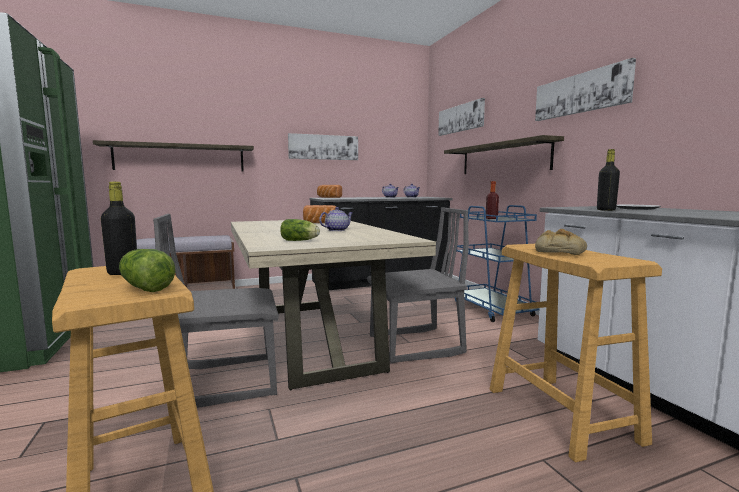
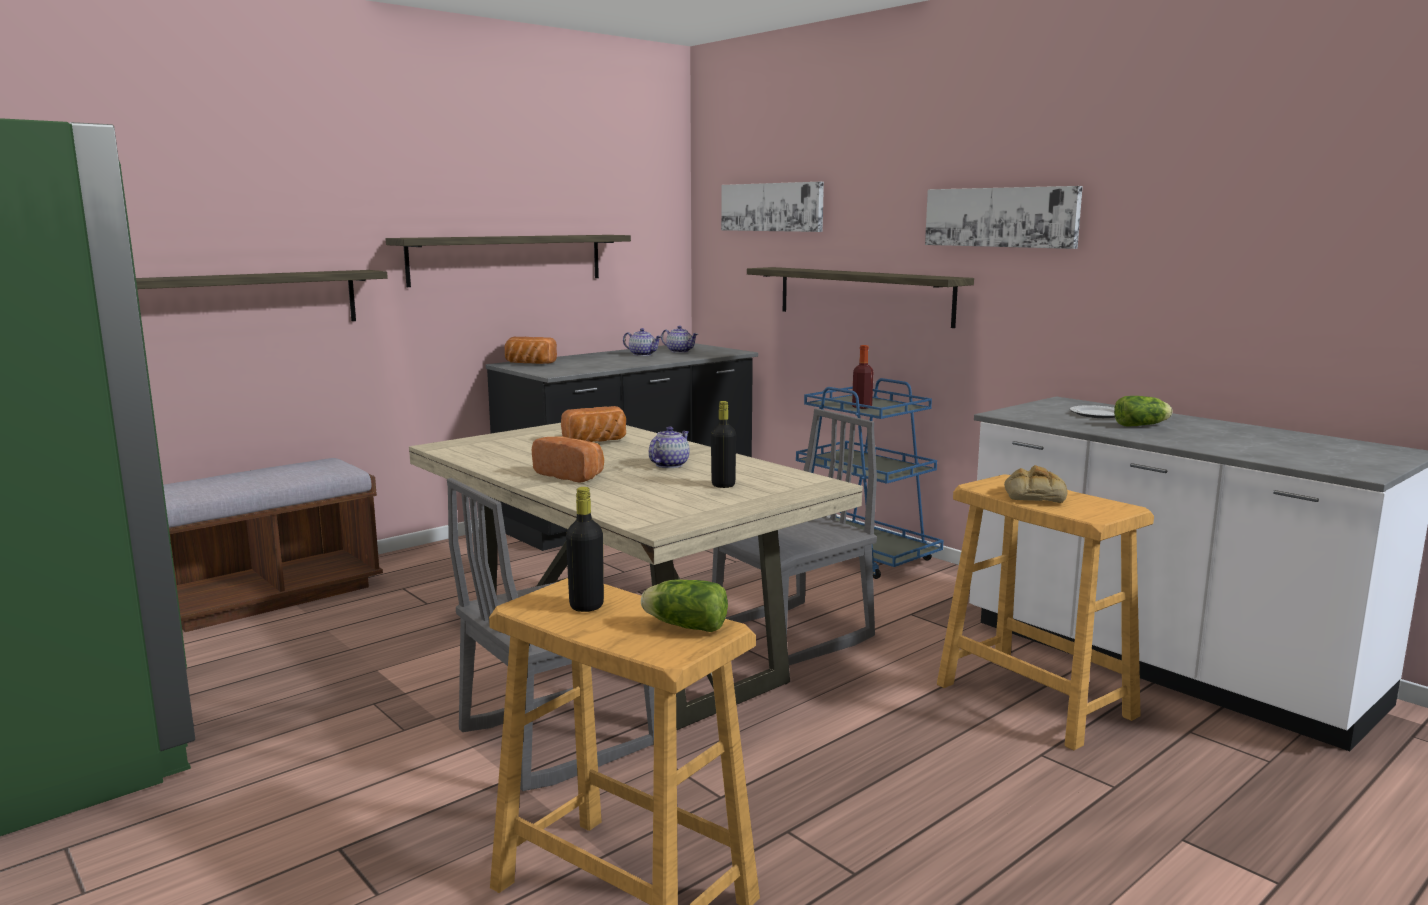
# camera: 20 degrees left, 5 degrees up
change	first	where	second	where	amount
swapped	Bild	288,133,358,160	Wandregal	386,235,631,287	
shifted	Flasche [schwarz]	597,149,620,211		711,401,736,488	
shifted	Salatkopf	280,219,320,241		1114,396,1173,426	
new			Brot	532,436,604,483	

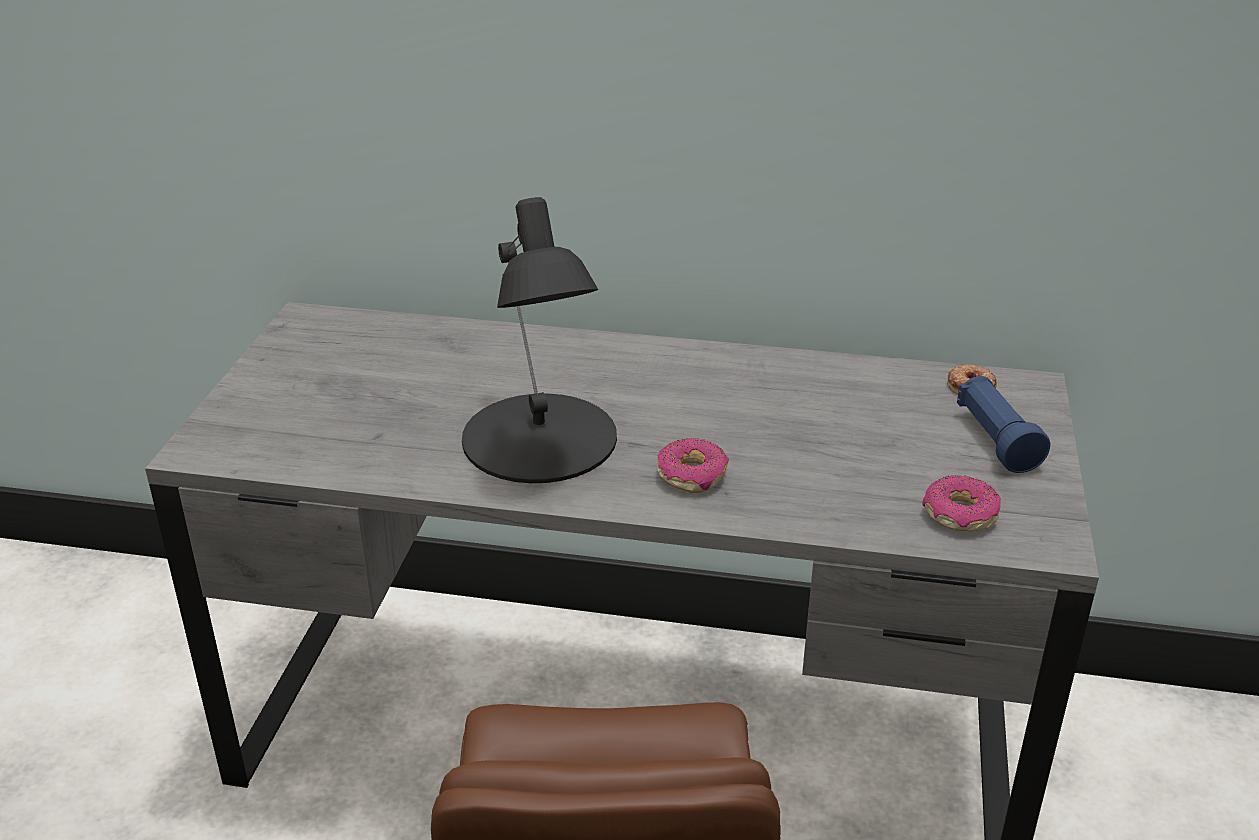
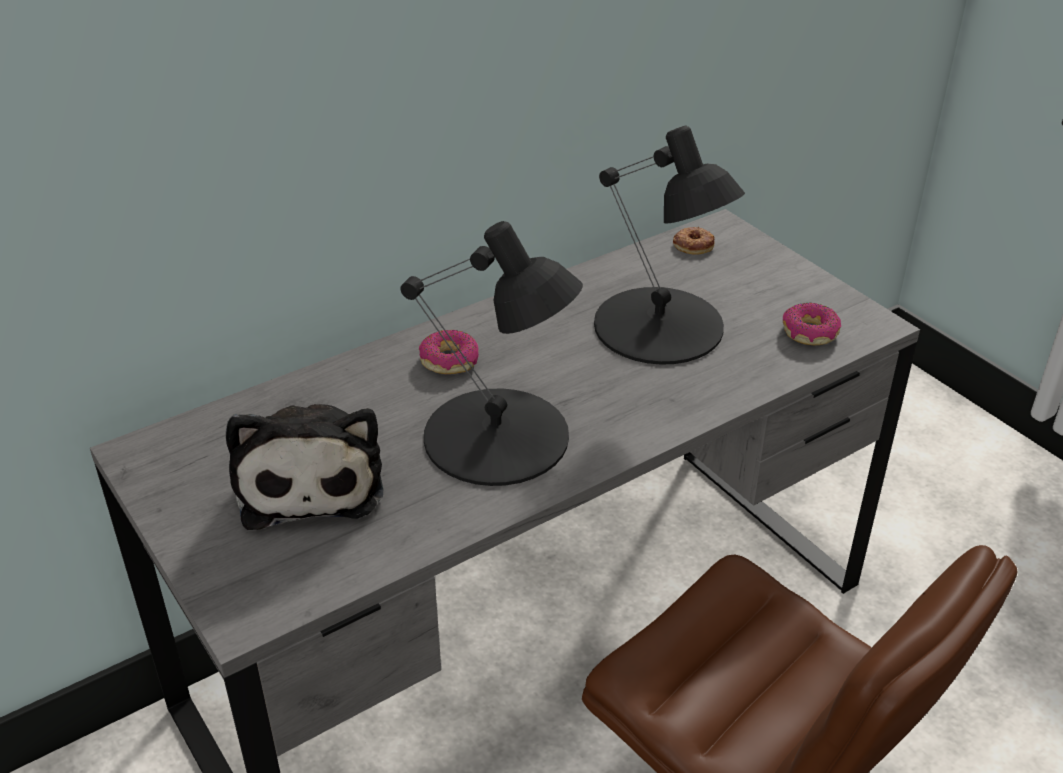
# camera: 45 degrees left, 5 degrees up
change	first	where	second	where	amount
gone	Taschenlampe [blau]	957,376,1050,473			
shifted	Donut	657,438,729,493		419,330,479,374	
new			Tischlampe [schwarz]	594,125,745,365	
new			Plüschtier	226,404,383,530	

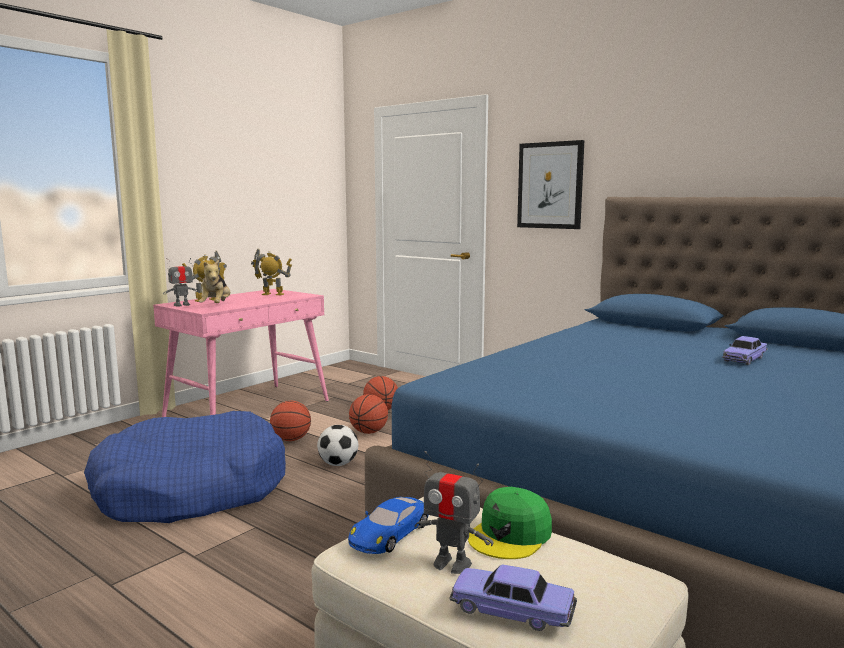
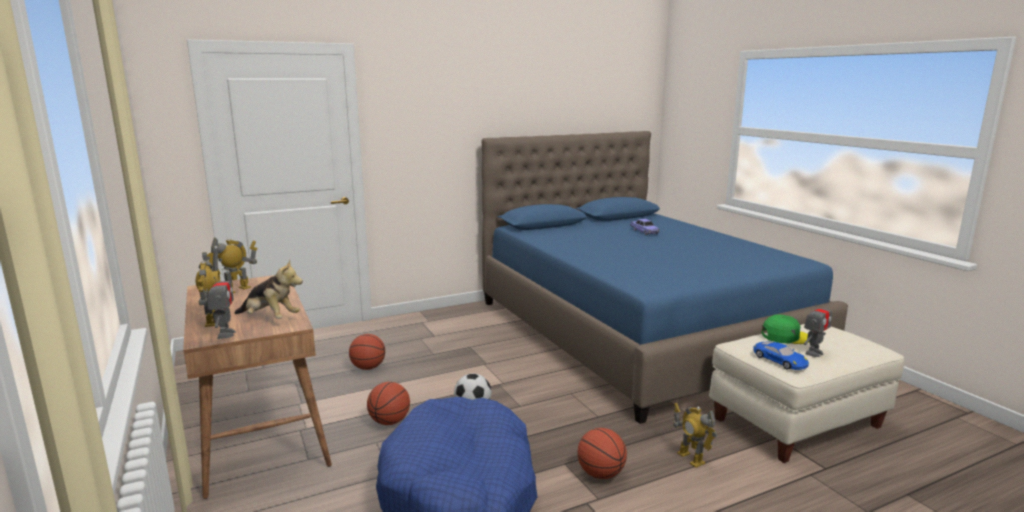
# camera: 65 degrees left, 5 degrees up
change	first	where	second	where	amount
gone	Bild	517,140,584,229			
repainted	Schreibtisch [rosa]	153,289,329,417	Schreibtisch [braun]	183,275,332,499	
shifted	Basketball	349,394,388,434		577,428,627,479	
rotated	Kappe [grün]	468,487,552,559		762,314,809,344	60 degrees counterclockwise
gone	Spielzeugauto	449,564,577,631			
new			Spielzeugroboter	673,403,717,468	

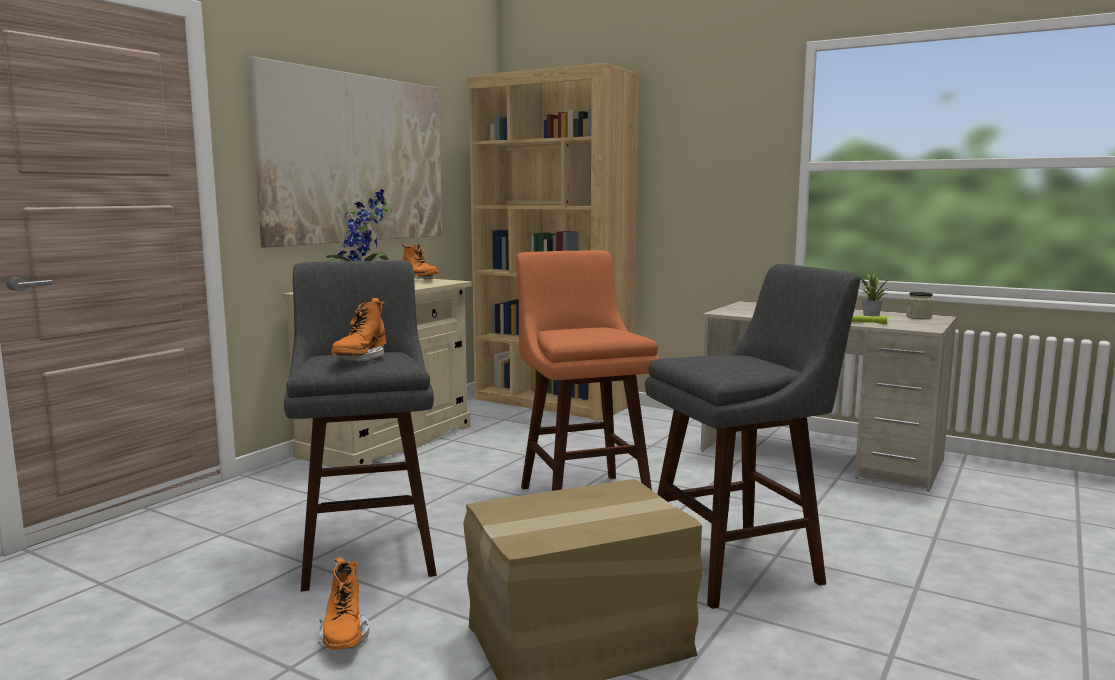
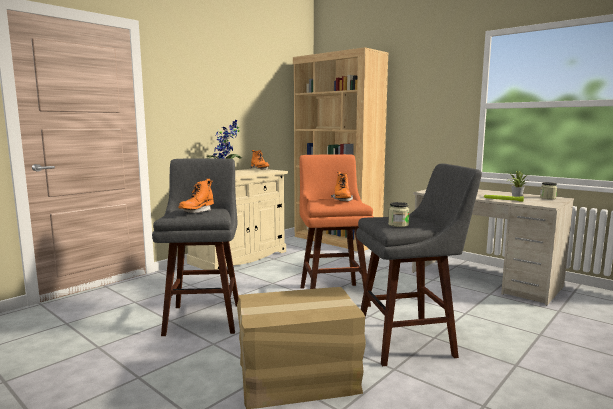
# camera: 10 degrees right, 0 degrees up
change	first	where	second	where	amount
gone	Bild	249,57,442,248			
shifted	Stiefel [orange]	318,557,370,650		331,172,353,201	
new			Vorratsglas	388,202,410,227	

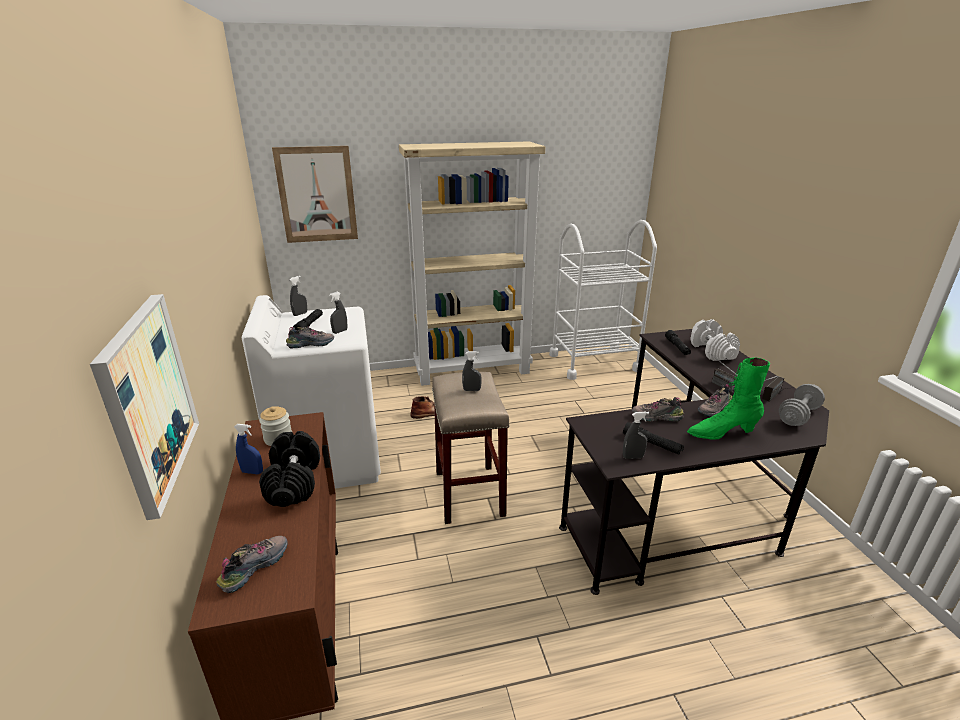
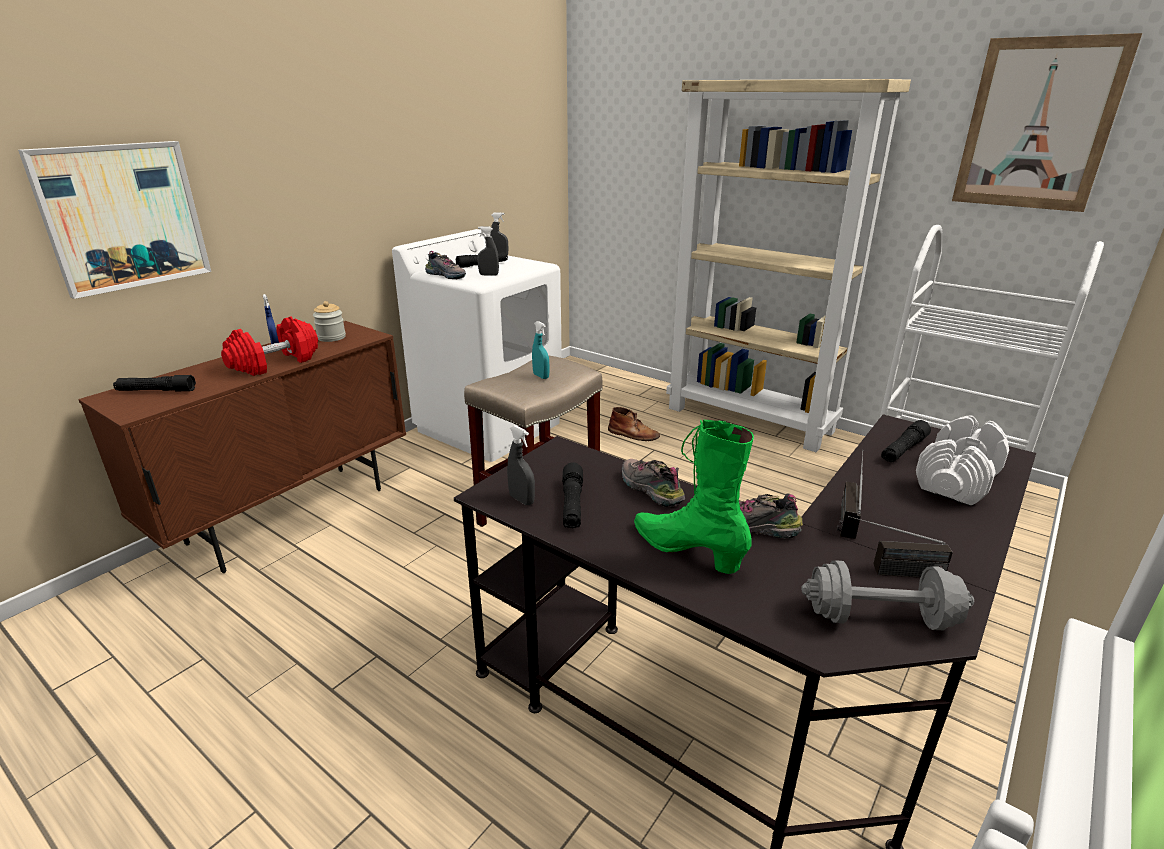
# camera: 50 degrees right, 0 degrees up
change	first	where	second	where	amount
shifted	Bild	272,146,358,243		952,33,1142,212	
repainted	Sprühflasche [grau]	462,351,482,391	Sprühflasche [türkis]	532,321,549,379	
repainted	Hantel [schwarz]	259,431,320,507	Hantel [rot]	221,316,318,376	
swapped	Schuh	216,536,288,593	Taschenlampe [schwarz]	113,375,196,391	

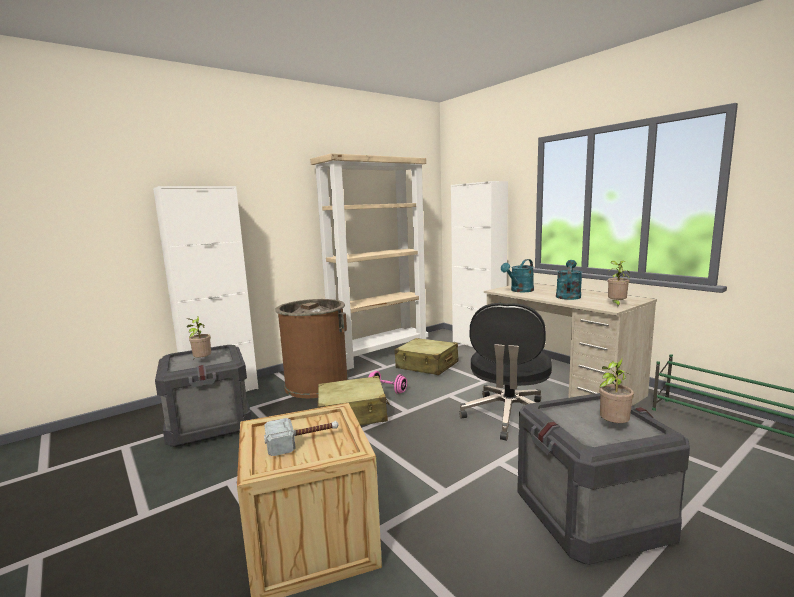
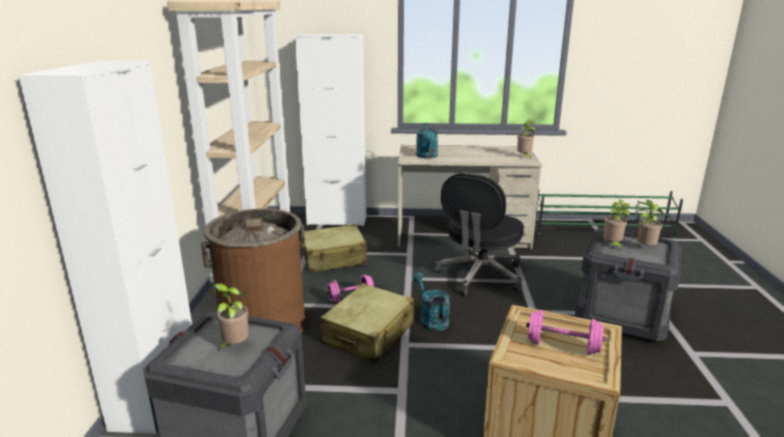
# camera: 50 degrees left, 10 degrees up
change	first	where	second	where	amount
shifted	Gießkanne [türkis]	556,260,582,300		412,273,450,331	
rotated	Bürostuhl [schwarz]	459,303,552,441		435,173,524,296	60 degrees clockwise
swapped	Hammer	264,418,339,456	Hantel [rosa]	526,310,606,355	
new			Topfpflanze	603,199,630,250	

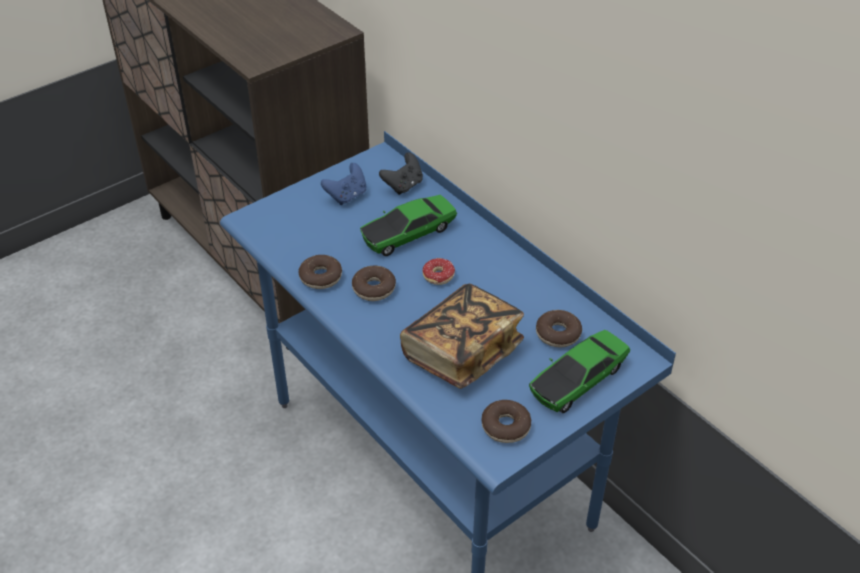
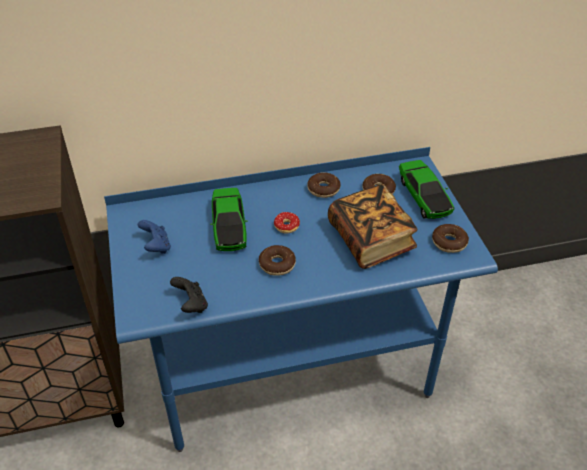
# camera: 65 degrees left, 0 degrees up
change	first	where	second	where	amount
shifted	Gamepad [schwarz]	379,152,423,195		170,277,208,313	
shifted	Donut	299,255,342,289		307,172,340,198	

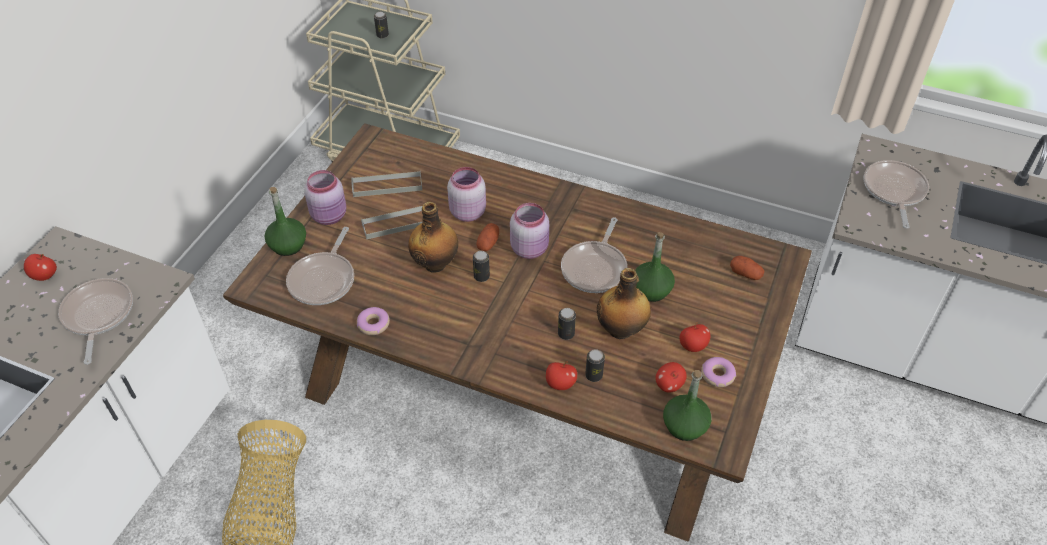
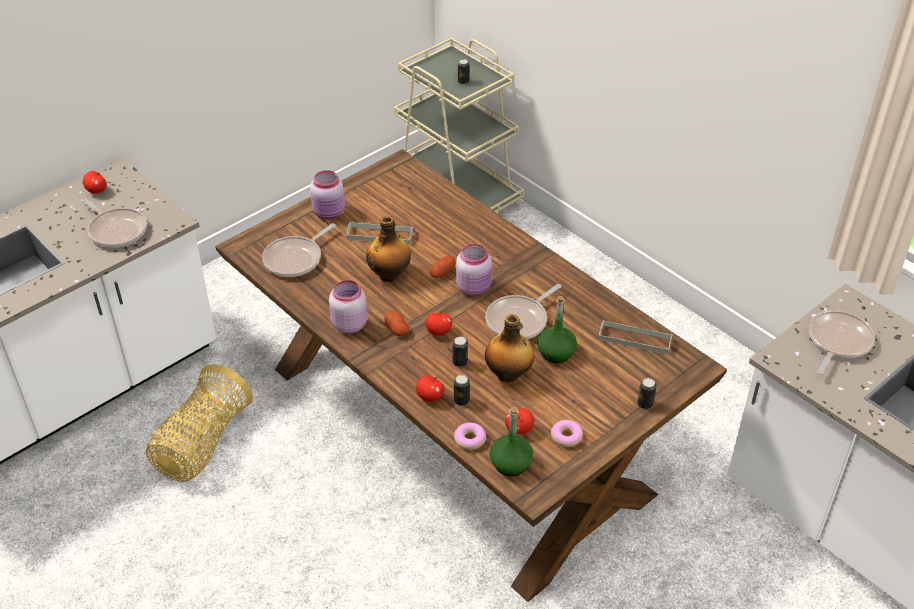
# camera: 25 degrees right, 5 degrees down
change	first	where	second	where	amount
shifted	Vorratsglas [rosa]	447,167,486,222		329,280,367,334	
shifted	Tablett [grau]	351,171,422,197		598,320,673,354	
gone	Flasche [grün]	265,187,306,256			
shifted	Dose	473,251,490,282		637,378,657,409	
shifted	Kartoffel	730,256,764,280		384,311,409,337	
rotated	Pfanne	58,278,133,365		81,198,147,248	120 degrees clockwise
shifted	Donut	357,307,390,335		454,423,486,450	
shifted	Apfel	680,322,711,352		426,310,452,336	

